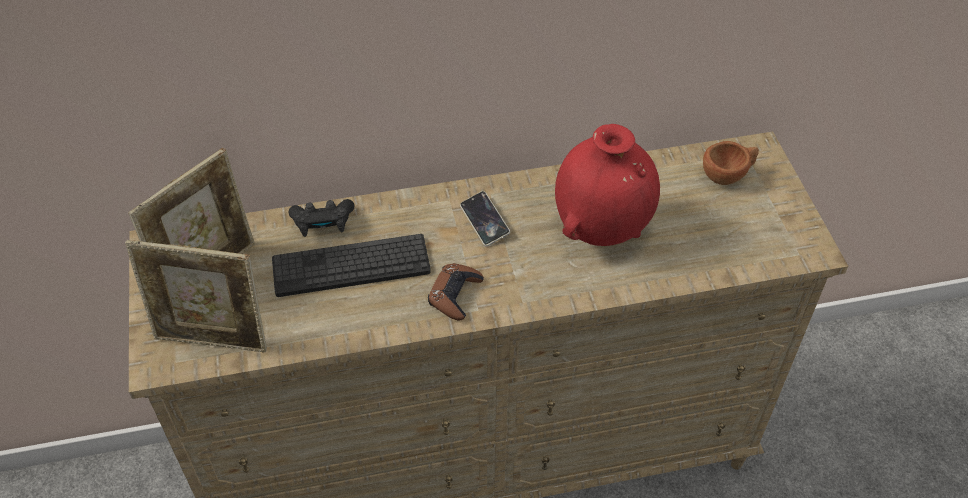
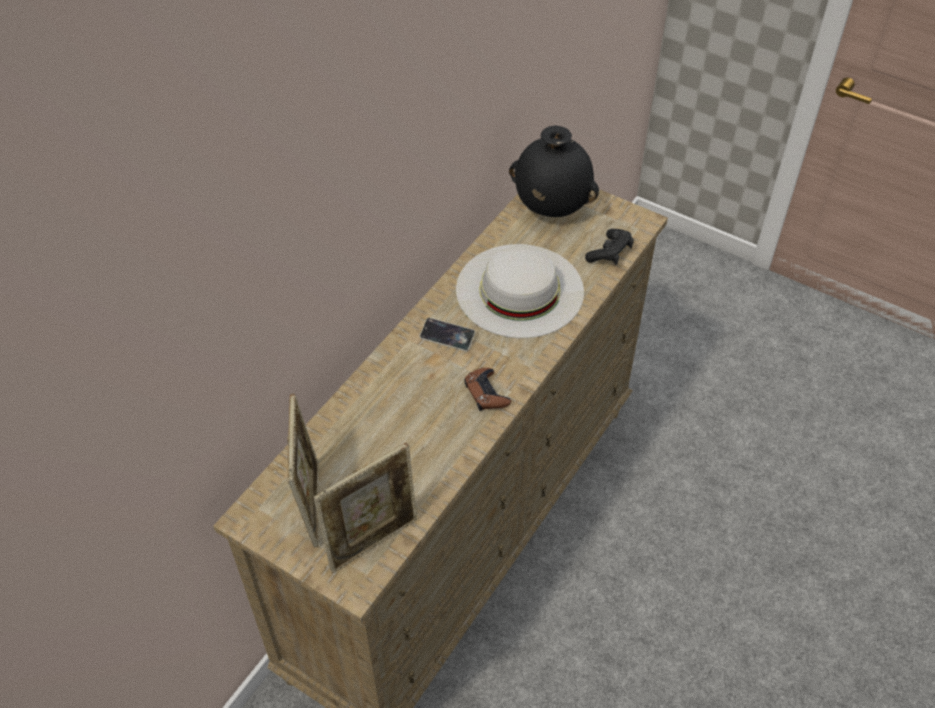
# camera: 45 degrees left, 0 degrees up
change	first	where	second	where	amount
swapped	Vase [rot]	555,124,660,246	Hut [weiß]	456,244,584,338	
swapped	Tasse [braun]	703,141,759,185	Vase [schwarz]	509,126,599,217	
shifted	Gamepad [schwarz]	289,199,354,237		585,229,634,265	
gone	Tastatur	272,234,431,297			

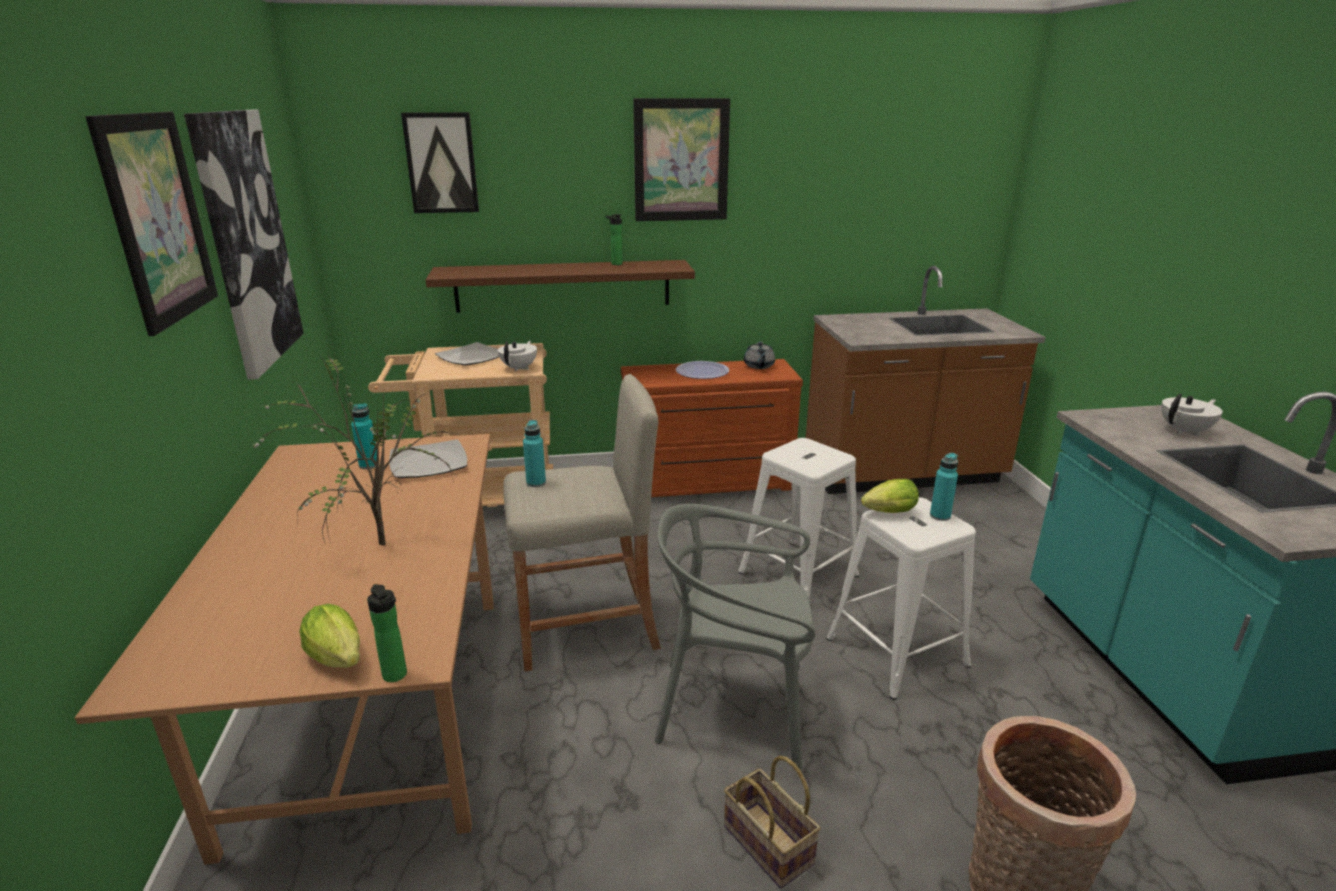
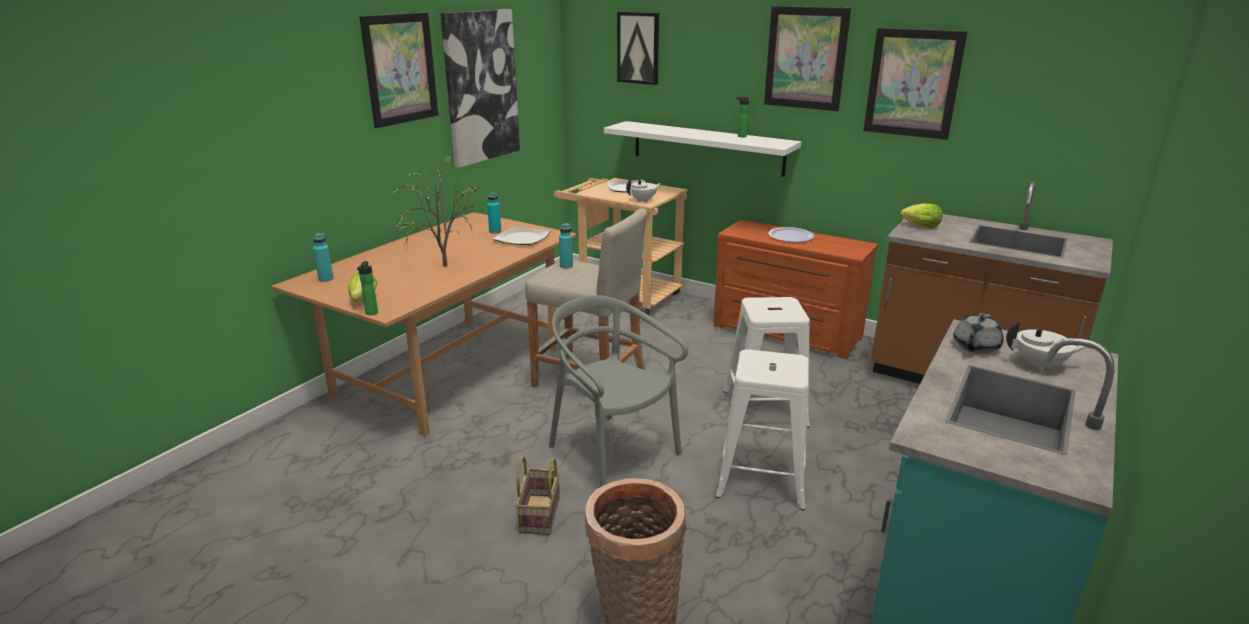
# camera: 40 degrees right, 0 degrees up
change	first	where	second	where	amount
repainted	Wandregal [braun]	426,260,695,312	Wandregal [weiß]	604,121,801,177	
shifted	Teekanne [grau]	744,342,775,369		953,313,1004,354	
shifted	Flasche [türkis]	930,453,958,521		313,233,334,282	
shifted	Salatkopf	861,479,919,513		900,203,943,228	
new			Bild	863,28,968,140	

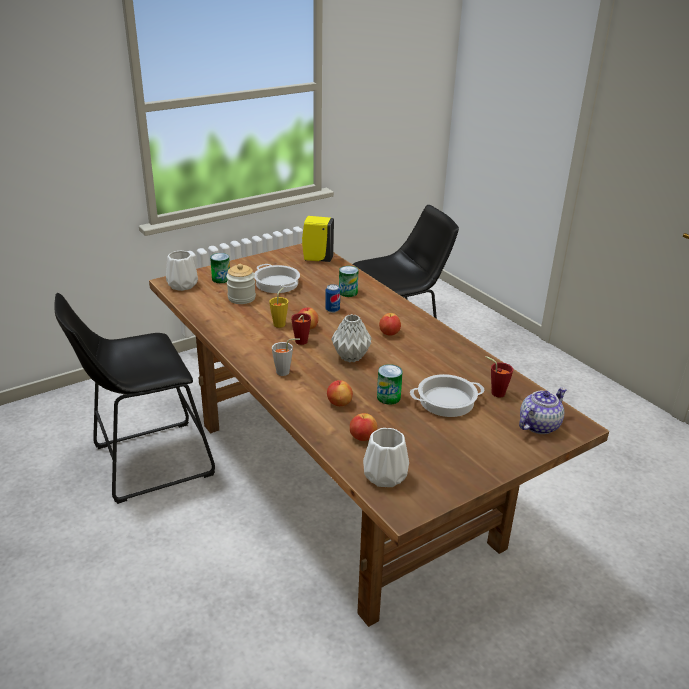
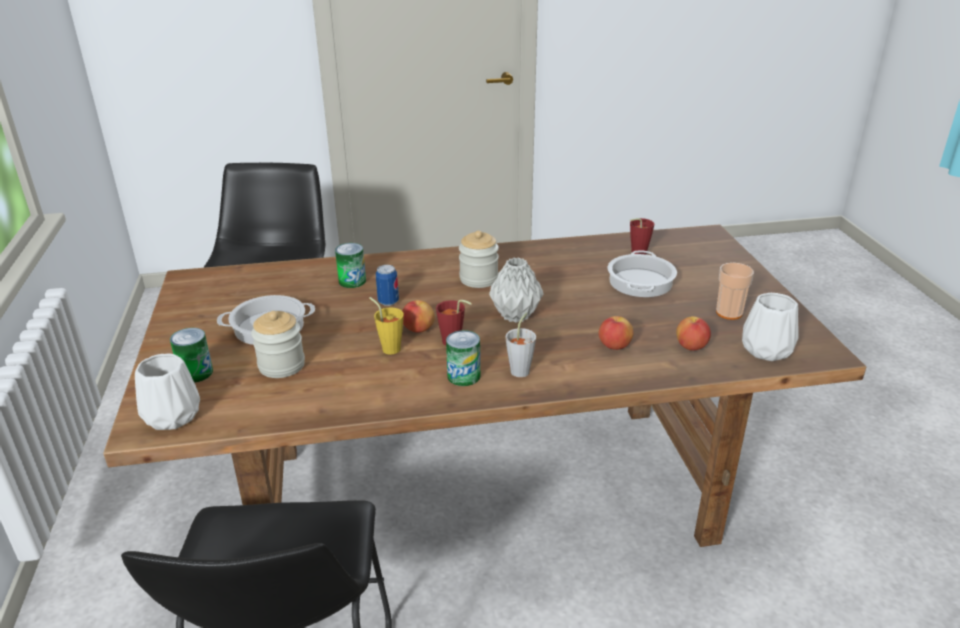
# camera: 65 degrees left, 0 degrees up
change	first	where	second	where	amount
gone	Seifenspender [gelb]	302,216,334,262			
swapped	Apfel	379,313,401,336	Vorratsglas	459,230,499,288	
shifted	Dose	377,364,403,405		446,330,480,386	
gone	Teekanne	519,387,566,434			
new			Tasse	716,263,754,320	

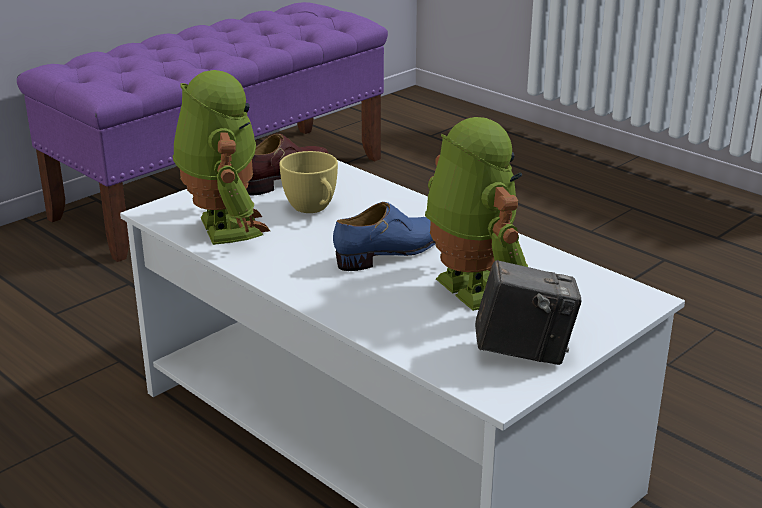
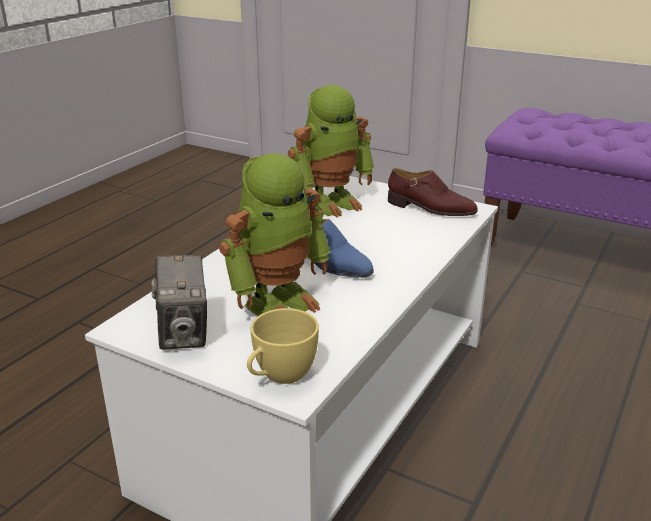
# camera: 75 degrees right, 0 degrees up
change	first	where	second	where	amount
shifted	Tasse [gelb]	279,151,338,213		247,308,319,384	

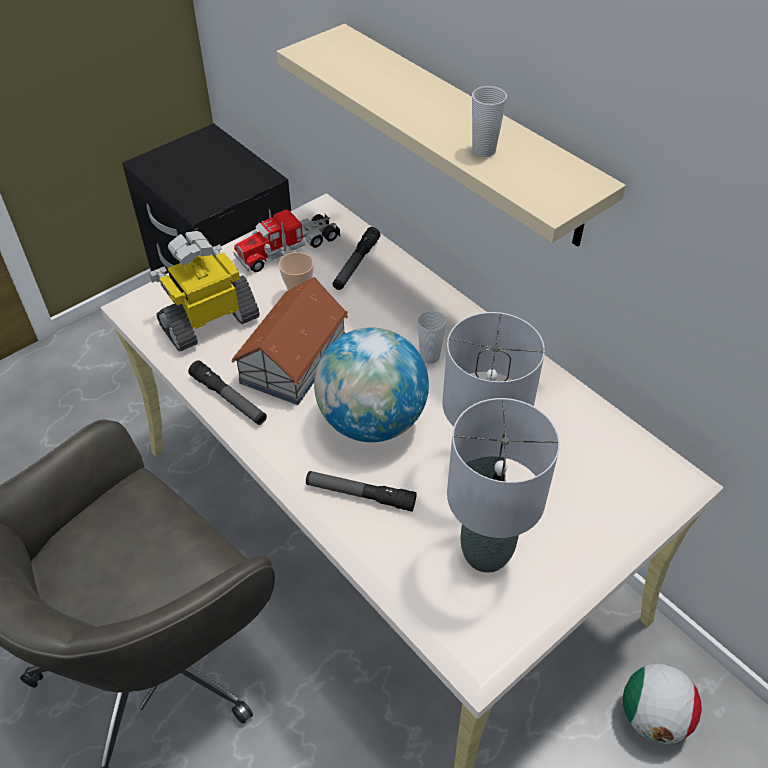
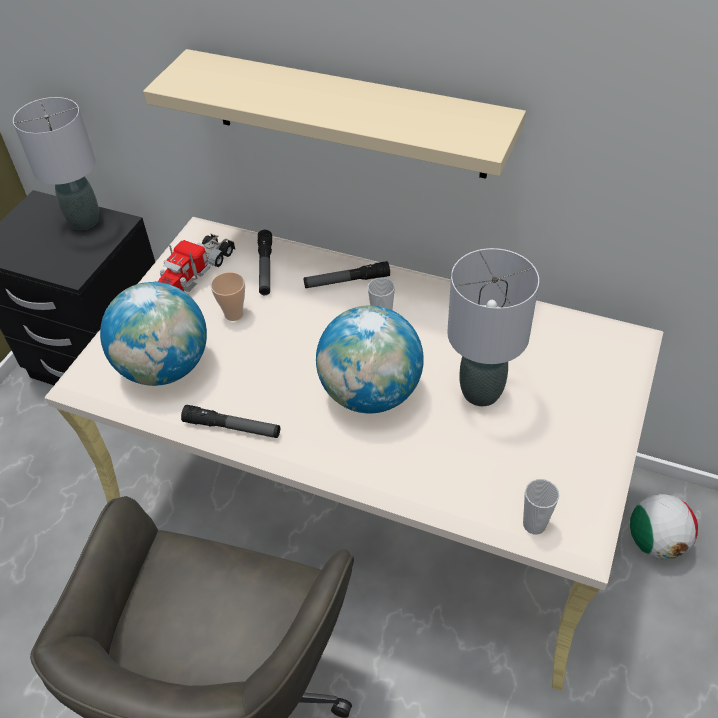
# camera: 25 degrees left, 0 degrees up
change	first	where	second	where	amount
shifted	Tasse	472,86,507,157		523,479,560,535	
swapped	Spielzeugroboter	149,231,260,352	Globus	100,282,207,386	
gone	Spielzeughaus	231,277,348,405			
shifted	Tischlampe [grau]	447,398,560,573		13,97,99,230	
shifted	Taschenlampe	306,471,417,512		304,261,390,288	

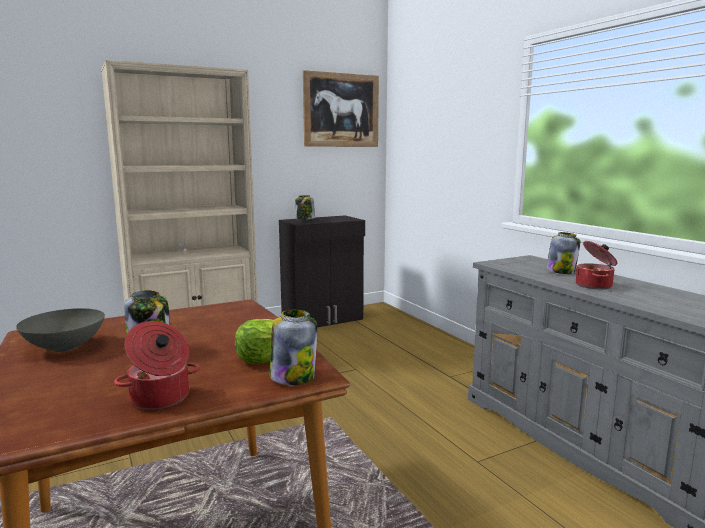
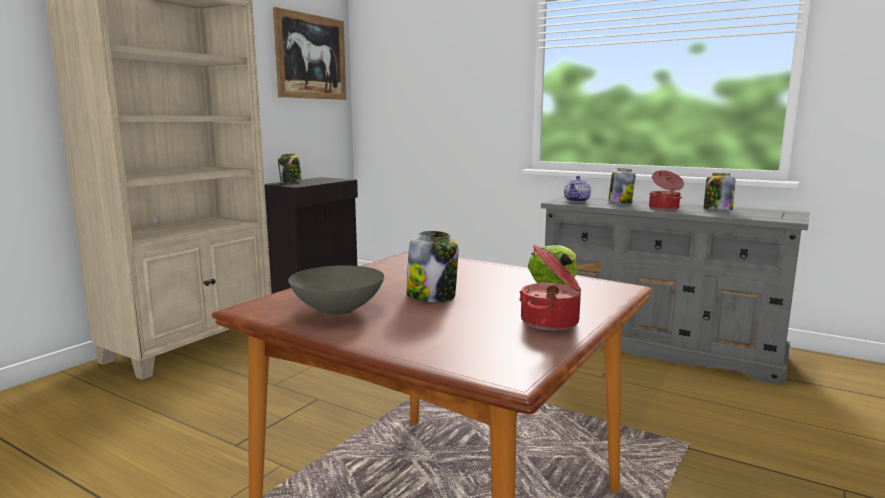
# camera: 30 degrees left, 0 degrees up
change	first	where	second	where	amount
shifted	Vorratsglas	270,310,317,385		704,173,735,211	
new			Teekanne	564,176,591,202	

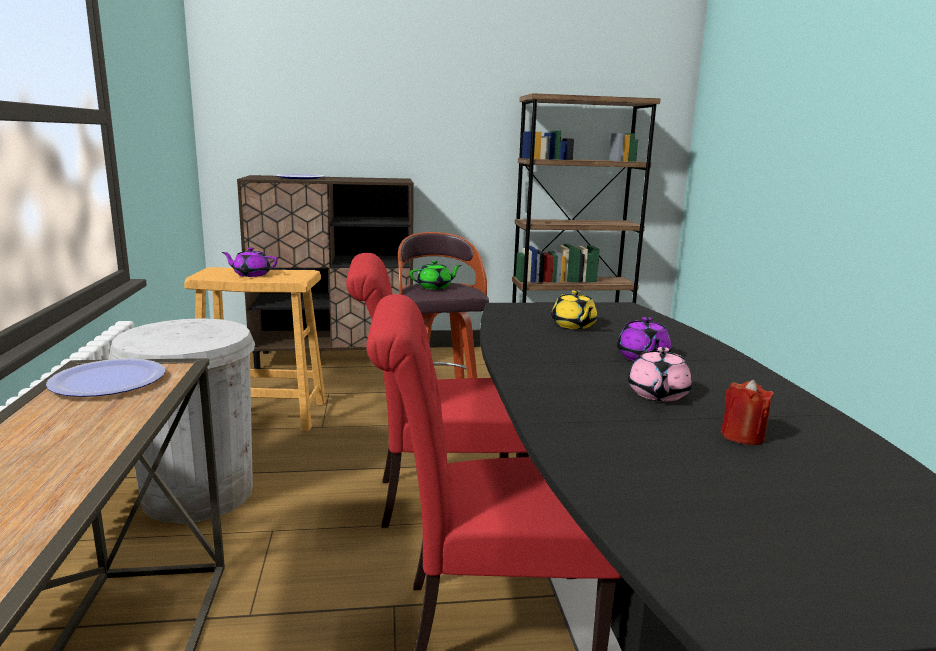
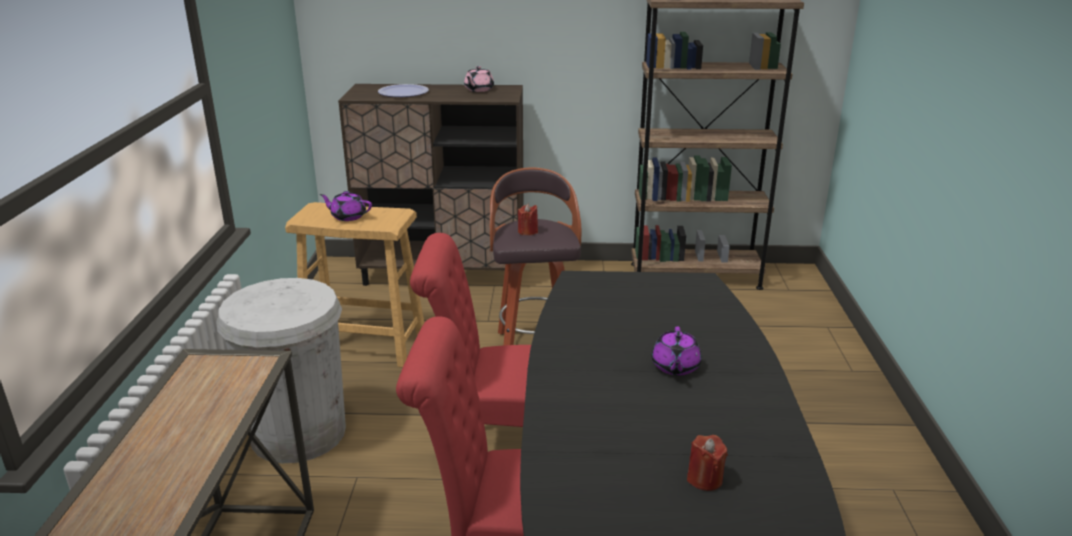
# camera: 10 degrees right, 10 degrees up
change	first	where	second	where	amount
swapped	Teekanne [grün]	410,261,461,289	Kerze [rot]	518,204,538,235	
gone	Teekanne [gelb]	551,290,597,329			
shifted	Teekanne [rosa]	628,347,692,401		464,66,494,92	
gone	Teller	46,359,165,397			

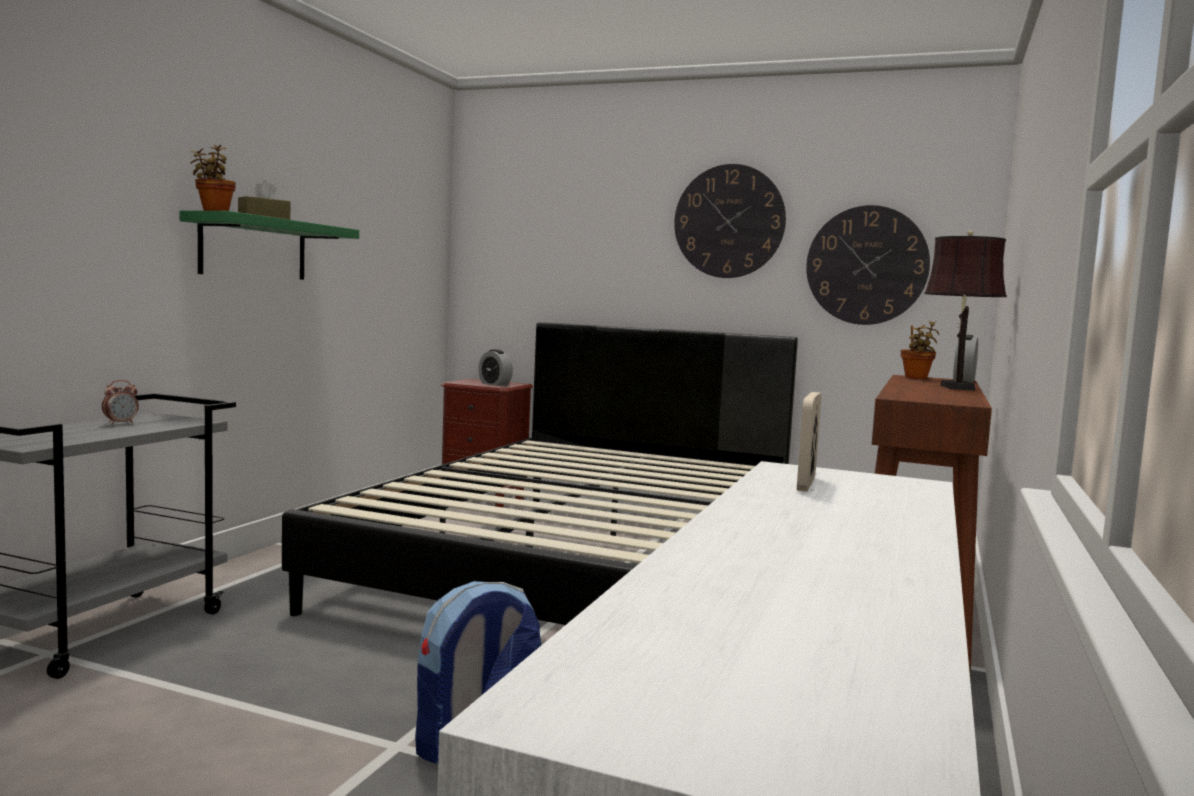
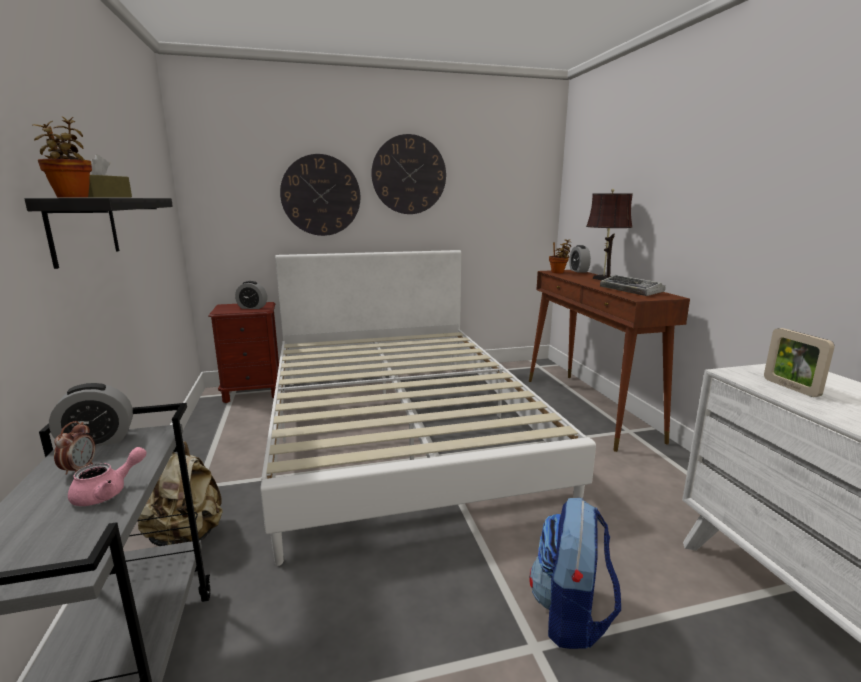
# camera: 35 degrees left, 10 degrees up
change	first	where	second	where	amount
shifted	Wanduhr	806,205,930,325		280,154,360,236	
repainted	Wandregal [grün]	180,210,359,280	Wandregal [schwarz]	24,198,173,269	
repainted	Bett [schwarz]	282,322,798,625	Bett [weiß]	260,250,596,566	
new			Tastatur	600,275,666,296	
new			Wecker	49,383,133,447	
new			Rucksack [beige]	137,441,223,546	
new			Teekanne [rosa]	68,447,146,506	

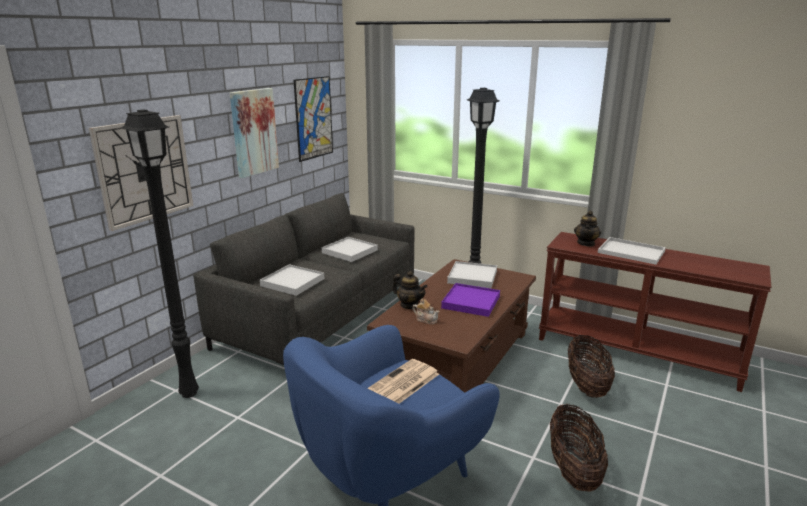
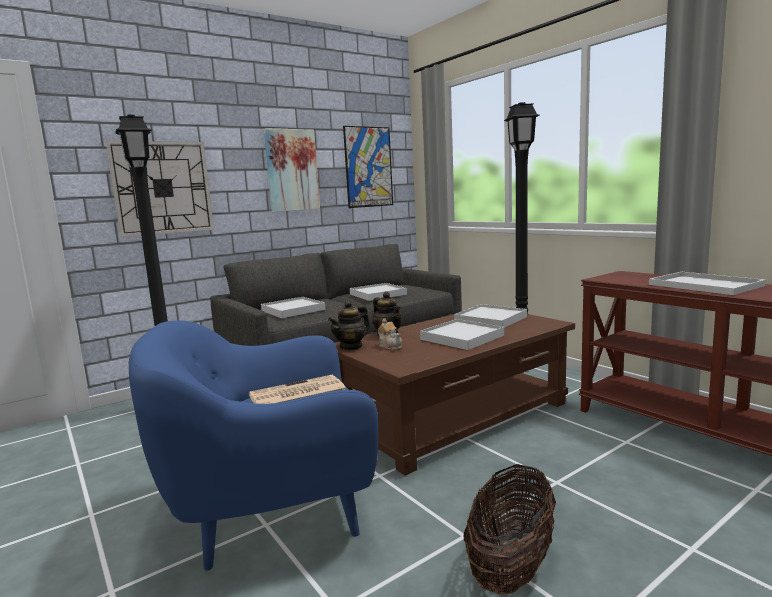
# camera: 25 degrees right, 10 degrees down
change	first	where	second	where	amount
shifted	Teekanne	574,211,601,246		328,301,370,351	
repainted	Tablett [lila]	441,283,500,317	Tablett [weiß]	420,319,504,350	
gone	Korb	568,335,615,398			

